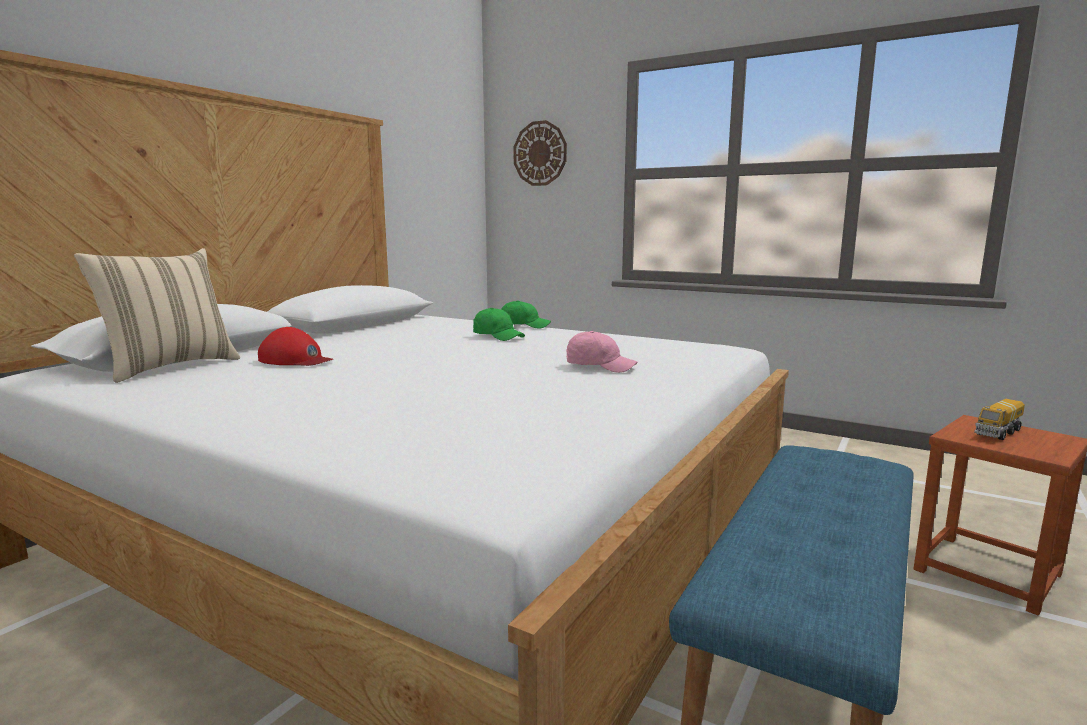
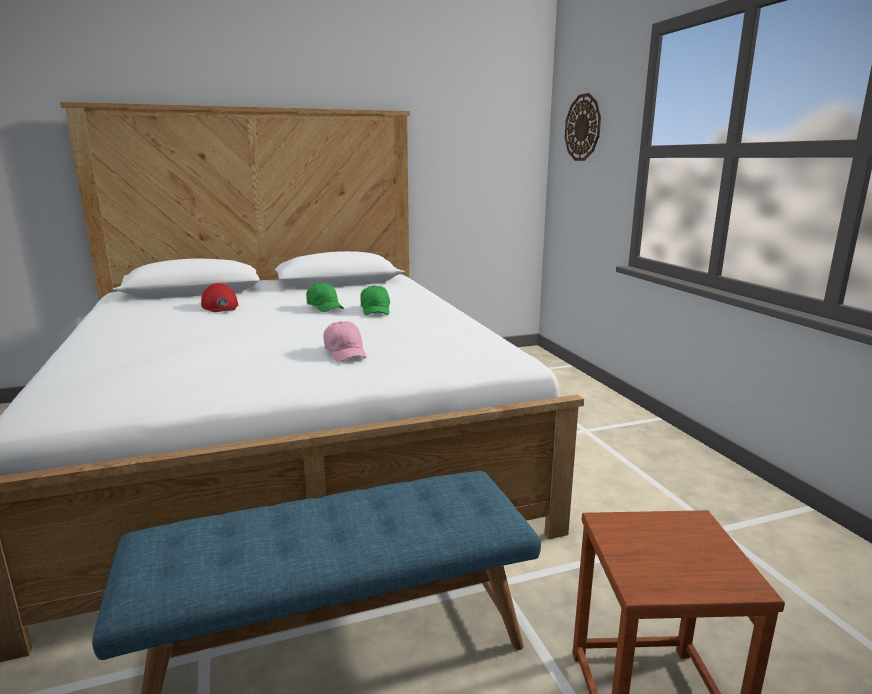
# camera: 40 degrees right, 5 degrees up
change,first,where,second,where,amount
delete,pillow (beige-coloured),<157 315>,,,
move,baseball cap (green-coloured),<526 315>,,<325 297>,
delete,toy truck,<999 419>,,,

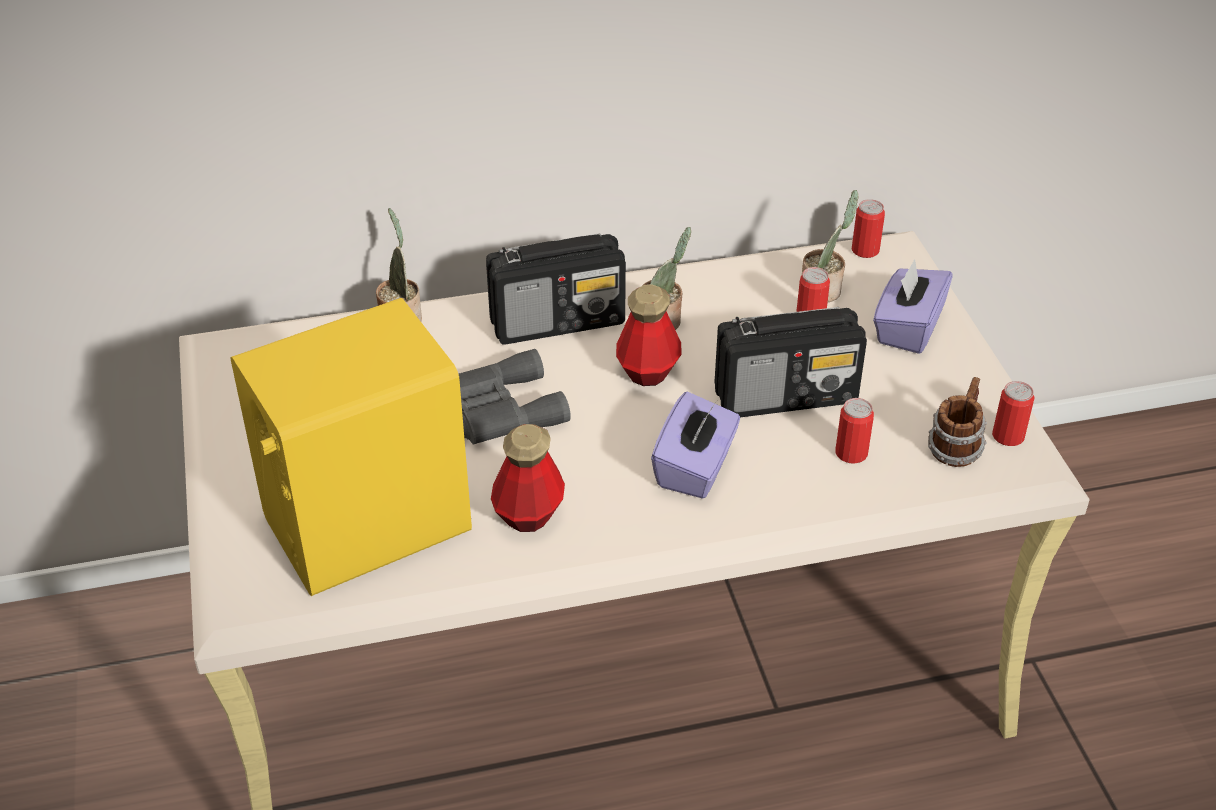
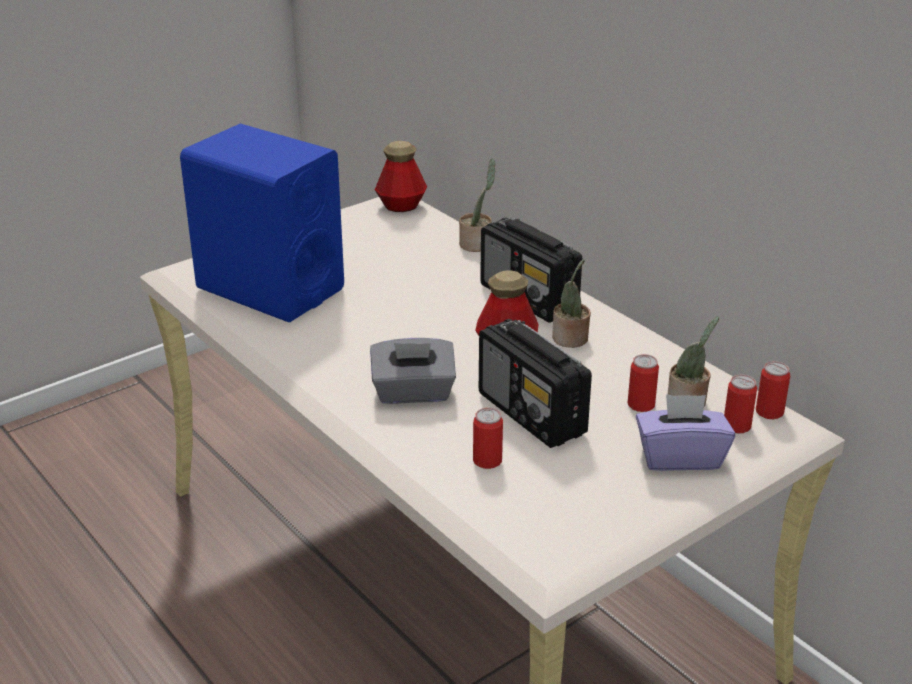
# camera: 65 degrees right, 10 degrees down
change,first,where,second,where,amount
recolor,loudspeaker (yellowish),<351 447>,loudspeaker (blue-coloured),<262 223>,
delete,binoculars (gray),<515 397>,,,
delete,mug,<957 422>,,,
move,sealed can,<1013 413>,,<740 404>,
recolor,box of tissues (purplish),<695 445>,box of tissues (gray),<413 371>,
move,drink bottle,<528 478>,,<401 176>,

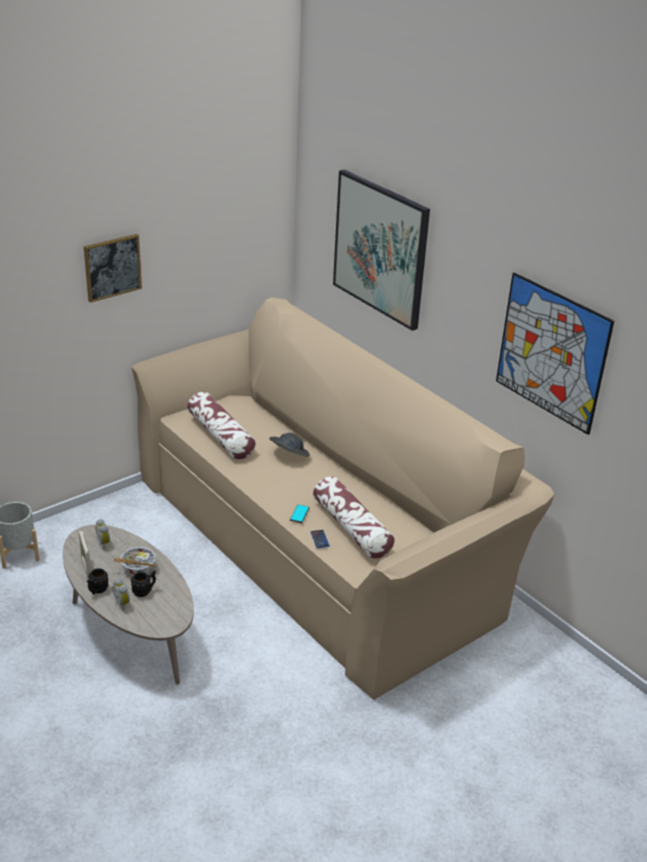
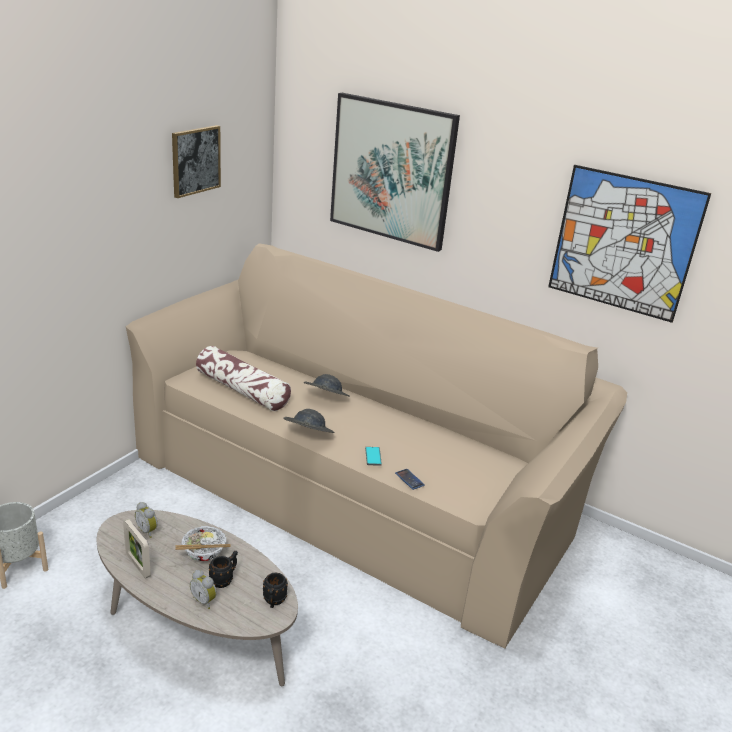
# camera: 20 degrees left, 5 degrees down
change,first,where,second,where,amount
move,wall art,<113 268>,,<196 161>,
delete,pillow,<354 517>,,,
move,mug (black-coloured),<98 581>,,<275 590>,
insert,,,wearable hat (gray),<308 421>,

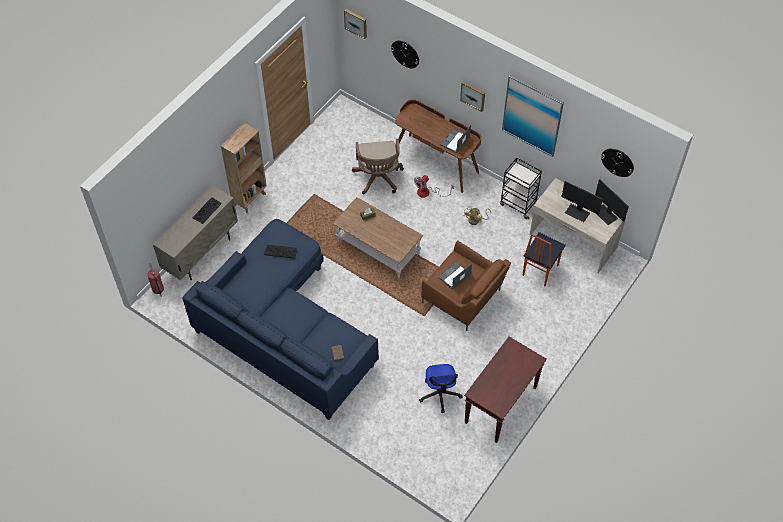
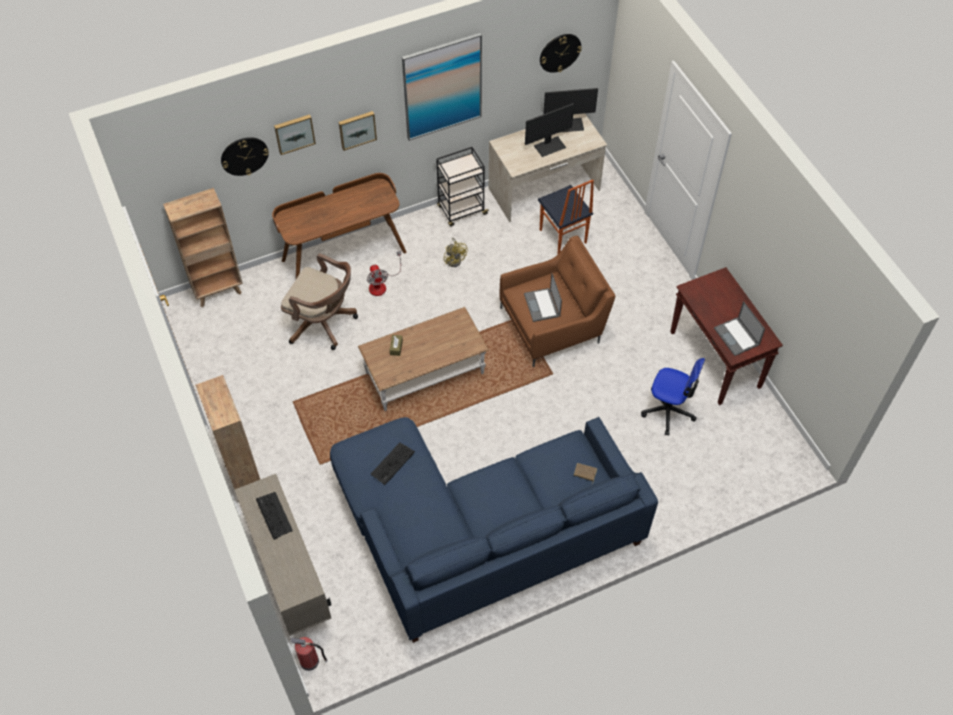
# camera: 60 degrees left, 0 degrees up
change,first,where,second,where,amount
move,wall art,<355 24>,,<295 134>,
move,laptop,<455 139>,,<739 328>,
insert,,,shelving unit (brownish),<203 247>,

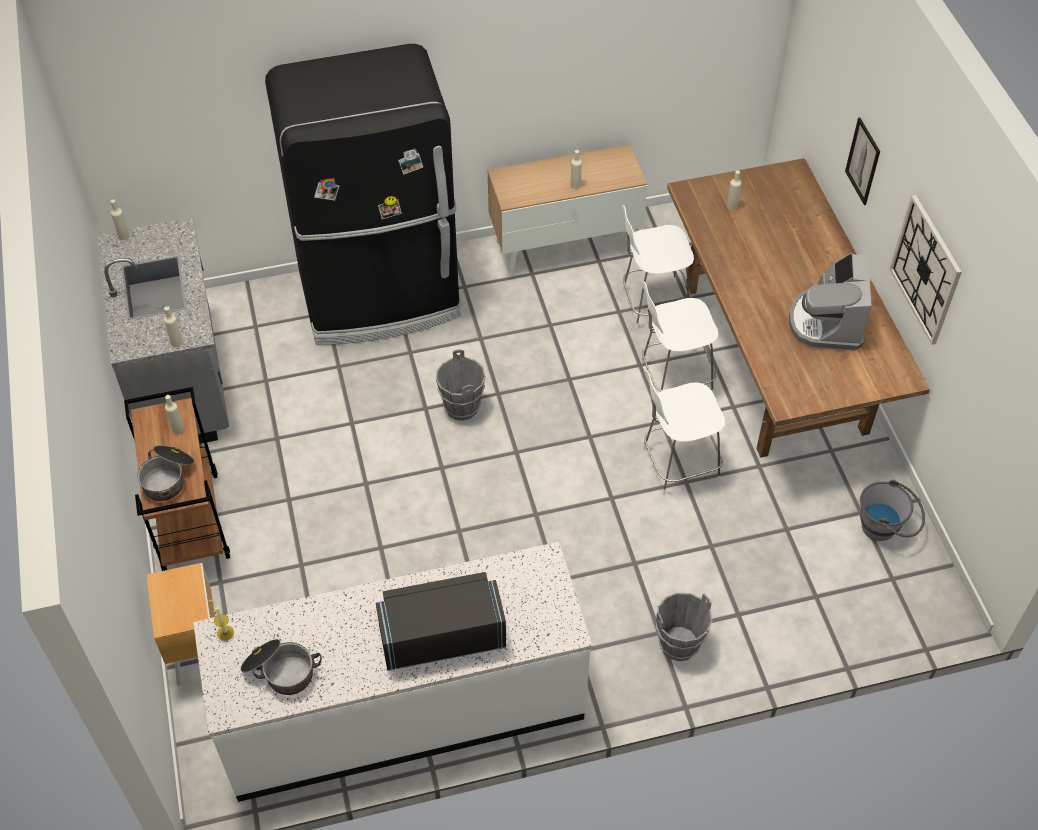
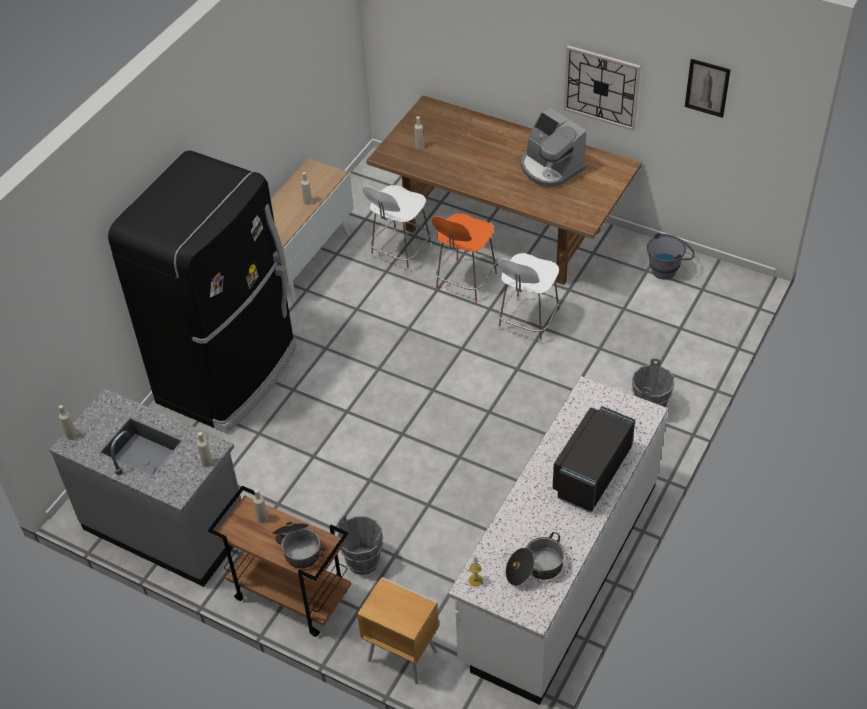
# camera: 45 degrees left, 5 degrees down
change,first,where,second,where,amount
move,wall art,<862 161>,,<708 88>,
recolor,upright chair (whitish),<679 338>,upright chair (orange-coloured),<464 258>,
move,pail (gray),<460 385>,,<360 545>,

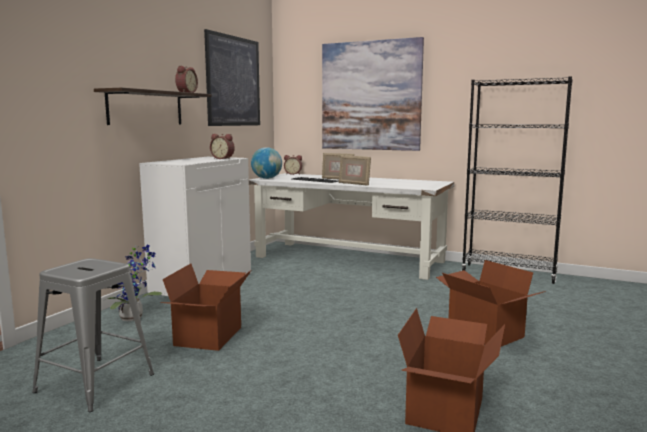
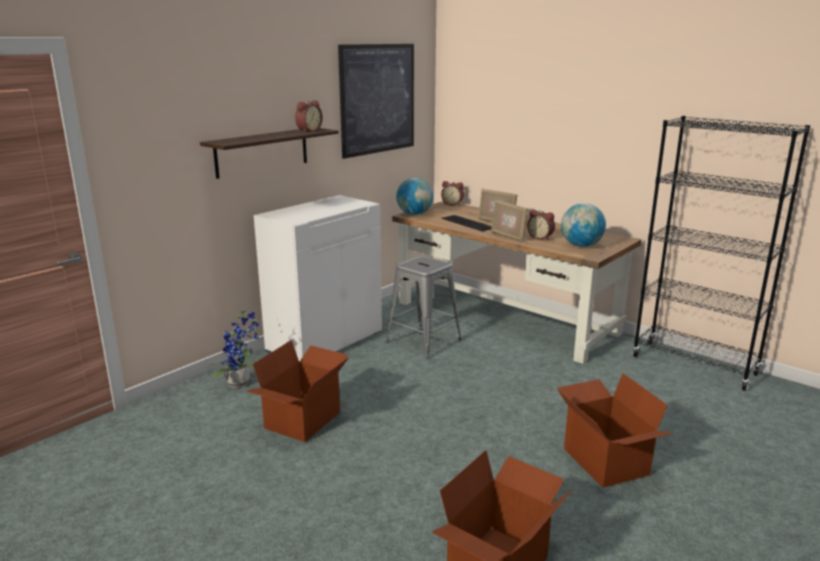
# camera: 15 degrees right, 10 degrees up
change,first,where,second,where,amount
delete,wall art,<373 94>,,,
move,alarm clock,<222 146>,,<541 224>,
recolor,desk table (whitish),<351 226>,desk table (brownish),<517 282>,
move,stool (gray),<93 335>,,<423 307>,
insert,,,globe,<583 225>,

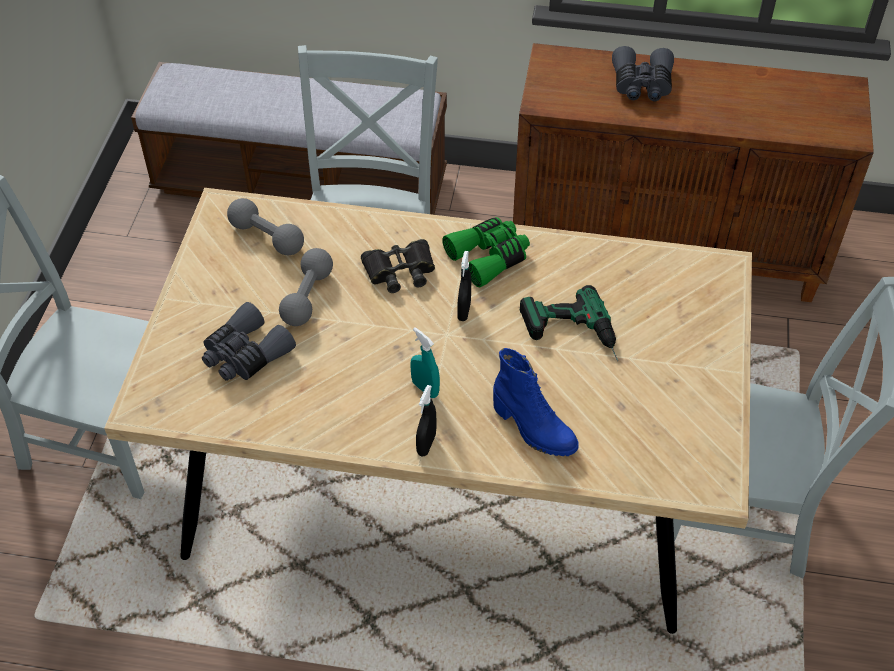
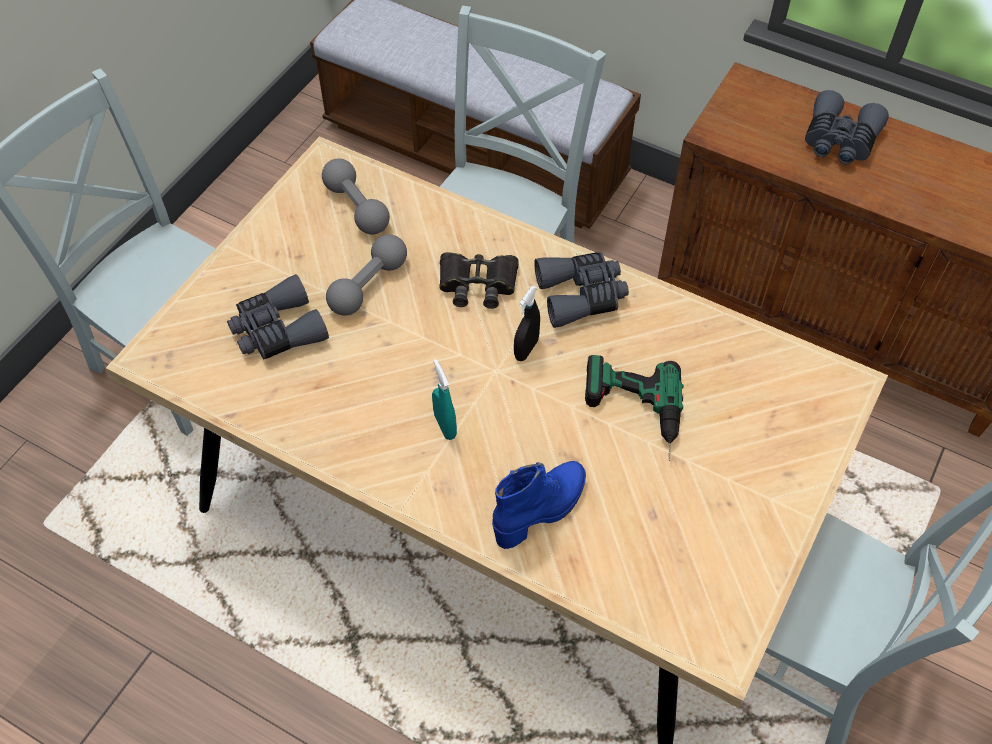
# camera: 20 degrees right, 5 degrees up
change,first,where,second,where,amount
recolor,binoculars (green-coloured),<486 252>,binoculars (gray),<581 290>,
rotate,high-top boot (blue-coloured),<536 402>,,<539 505>,105 degrees counterclockwise
delete,sprayer (black-coloured),<426 420>,,,

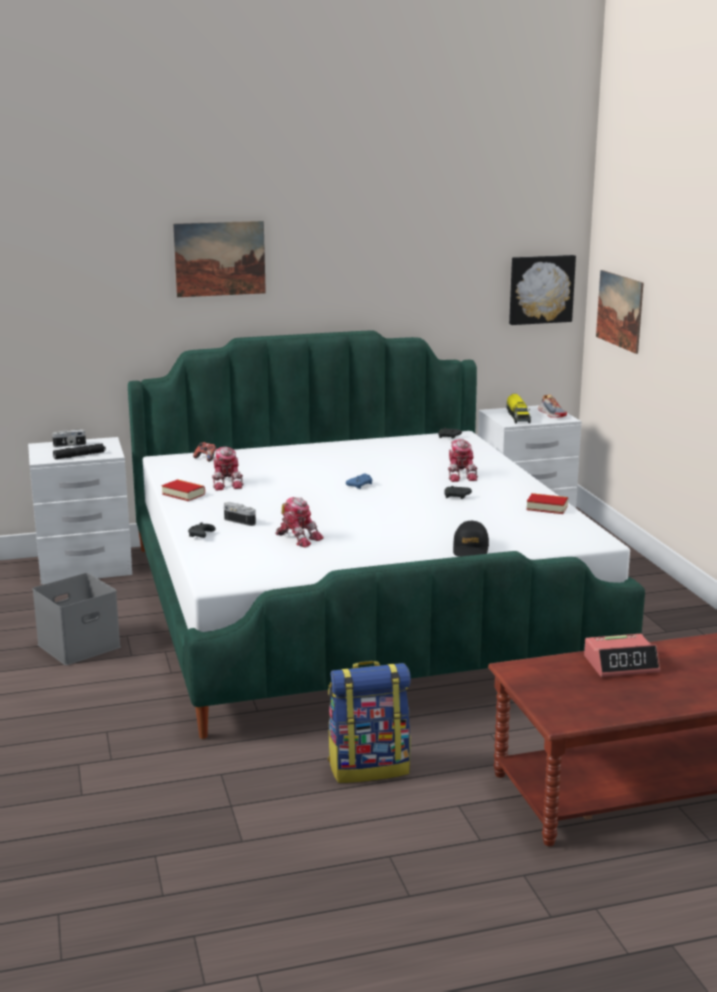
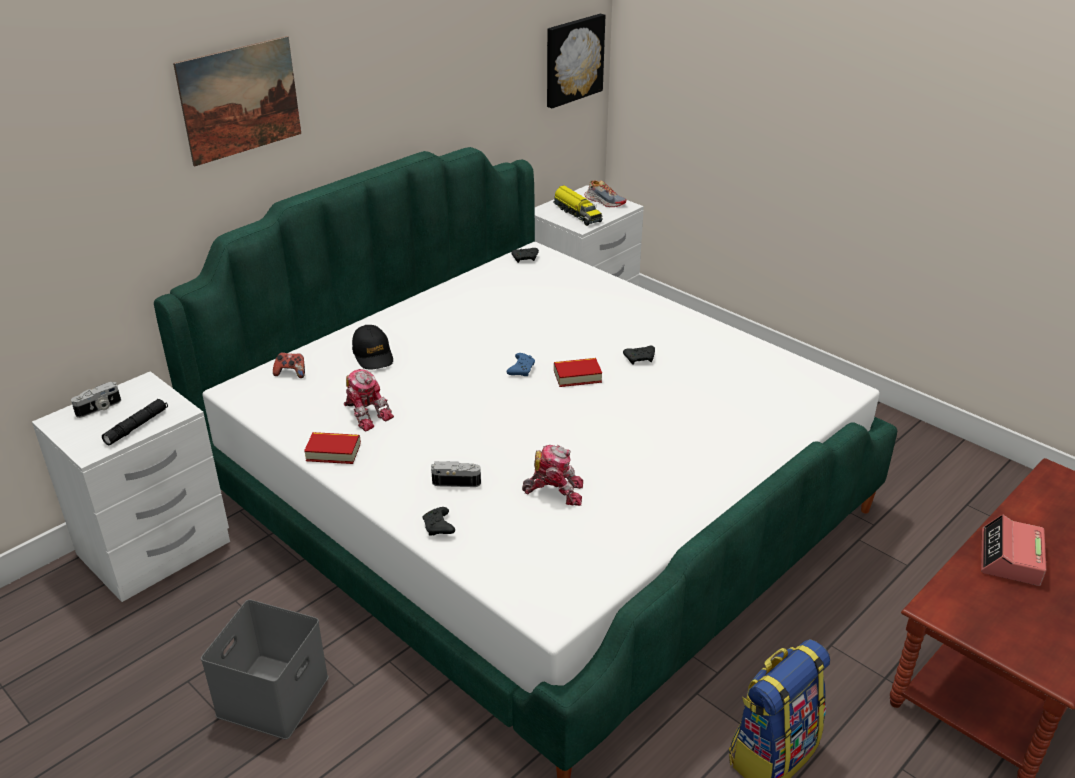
# camera: 30 degrees left, 15 degrees up
change,first,where,second,where,amount
delete,wall art,<620 312>,,,
delete,model robot,<463 460>,,,
move,bound book,<547 503>,,<578 372>,
move,baseball cap (black-coloured),<471 539>,,<372 347>,
rotate,alarm clock,<622 655>,,<1014 550>,150 degrees clockwise

